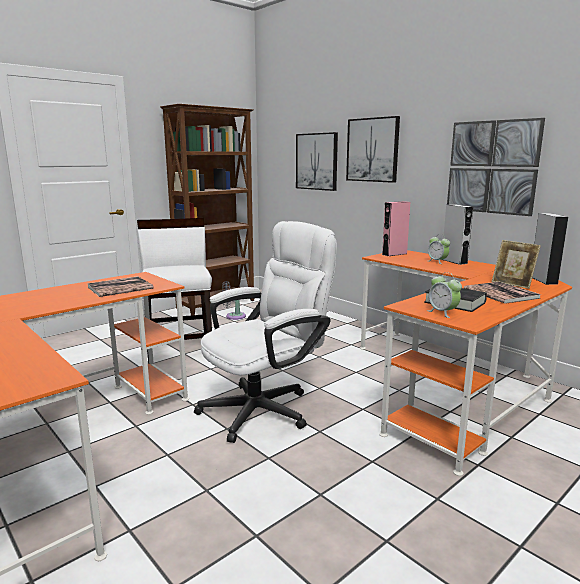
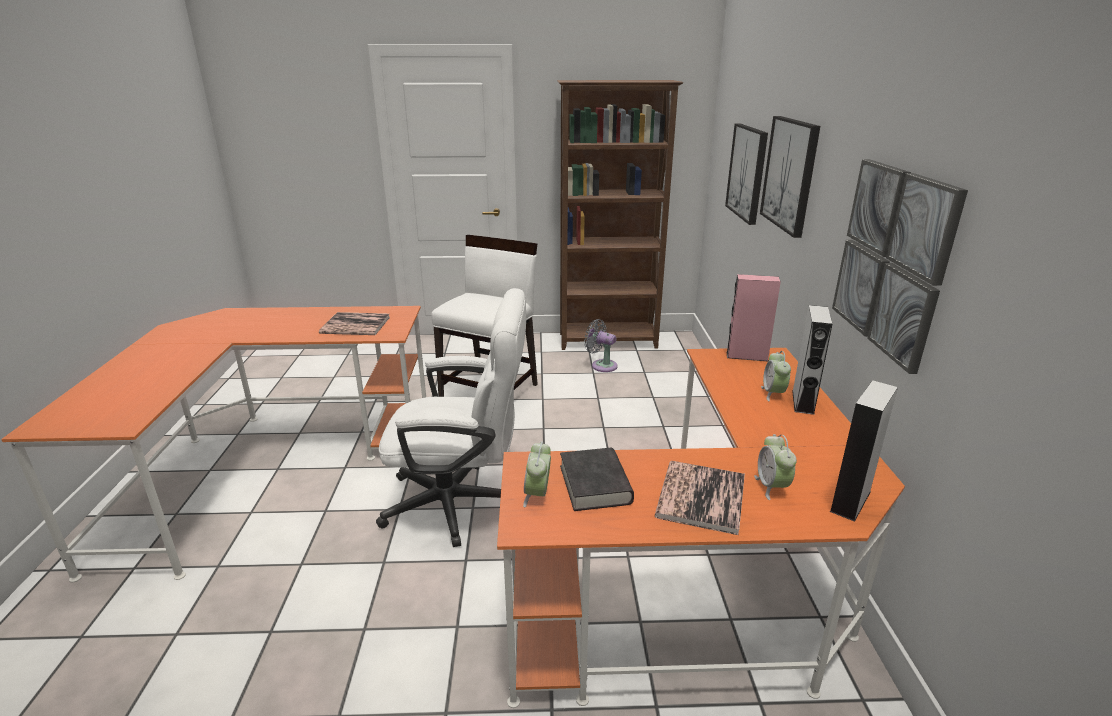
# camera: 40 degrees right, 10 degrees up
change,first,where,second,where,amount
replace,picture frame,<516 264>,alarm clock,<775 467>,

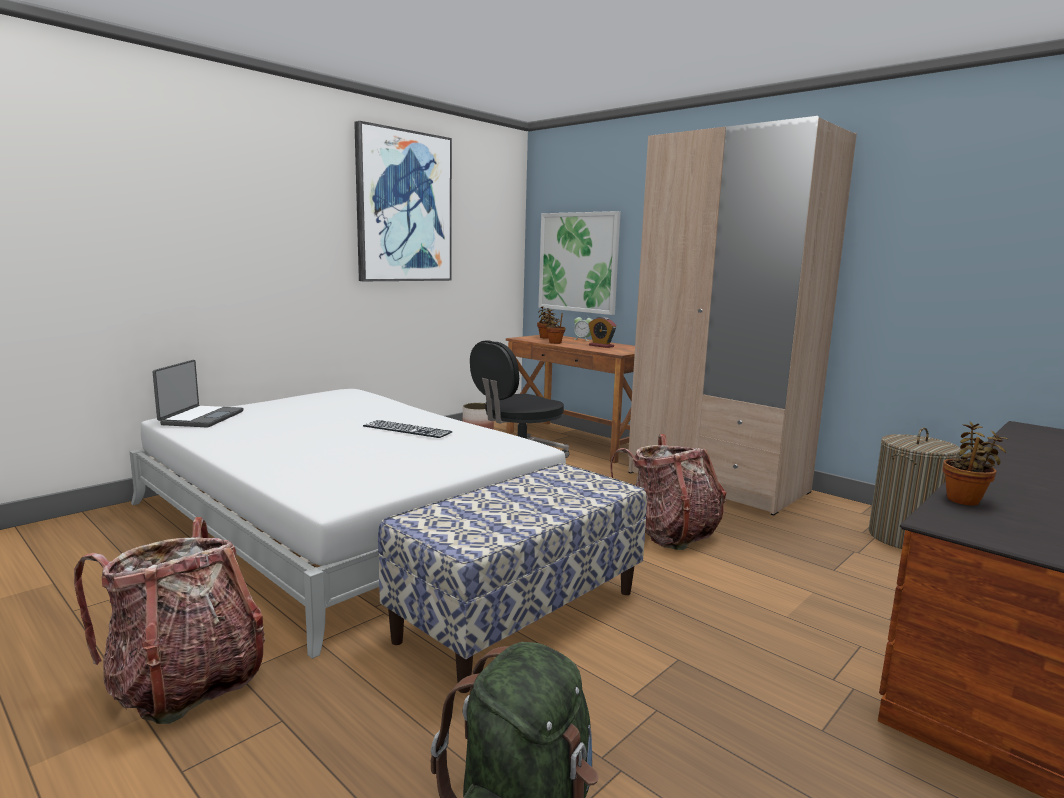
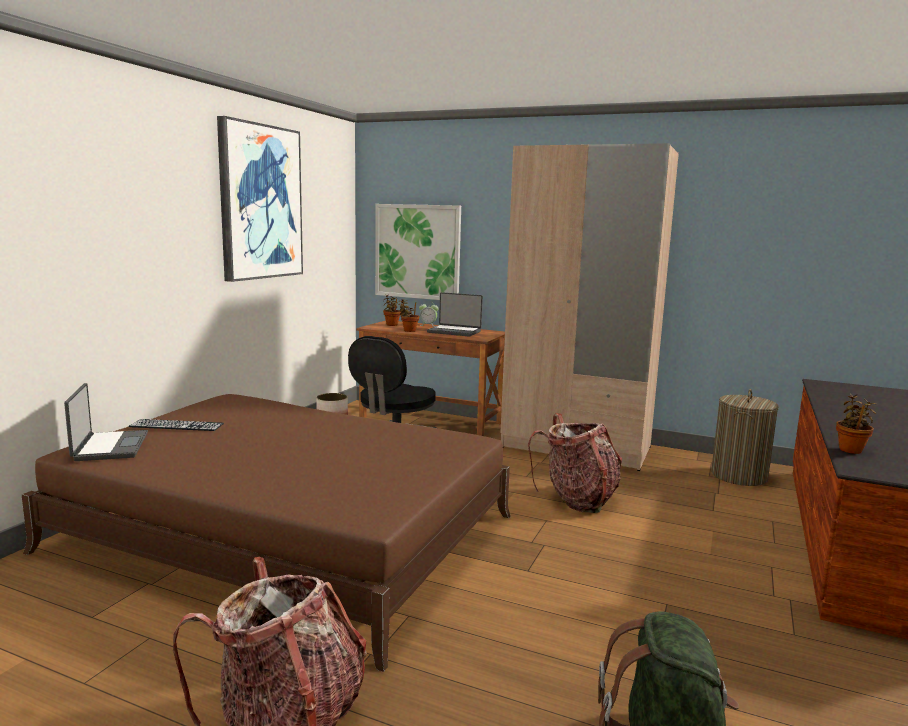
# camera: 20 degrees left, 0 degrees up
change,first,where,second,where,amount
replace,alarm clock,<603 332>,laptop,<455 314>,
recolor,bed (whitish),<348 524>,bed (brownish),<266 533>,
move,computer keyboard,<408 429>,,<176 425>,
delete,indoor bench,<512 578>,,,

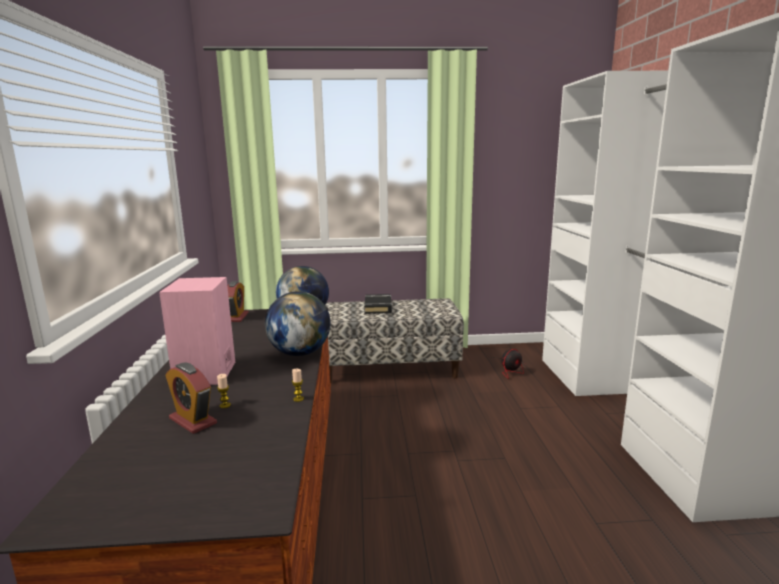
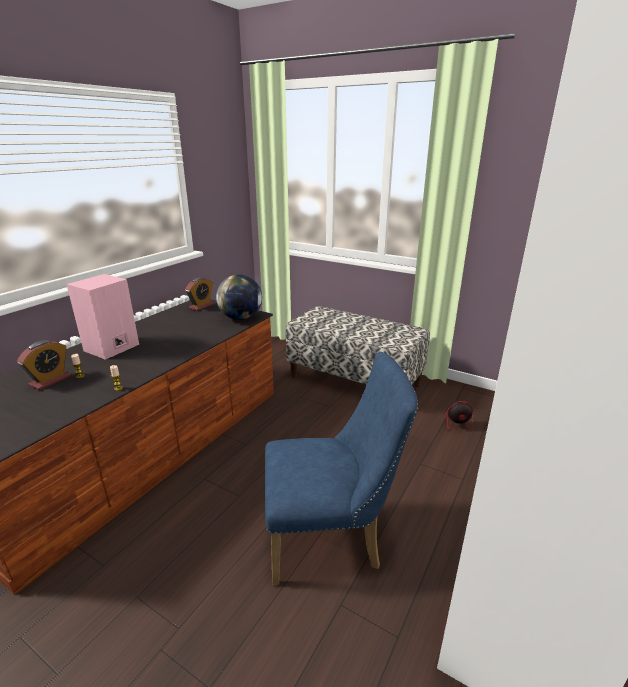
# camera: 35 degrees right, 10 degrees up
change,first,where,second,where,amount
delete,globe,<298 323>,,,
delete,bound book (black-coloured),<378 304>,,,
rotate,alarm clock,<191 398>,,<44 365>,135 degrees counterclockwise
insert,,,upright chair (blue-coloured),<341 468>,

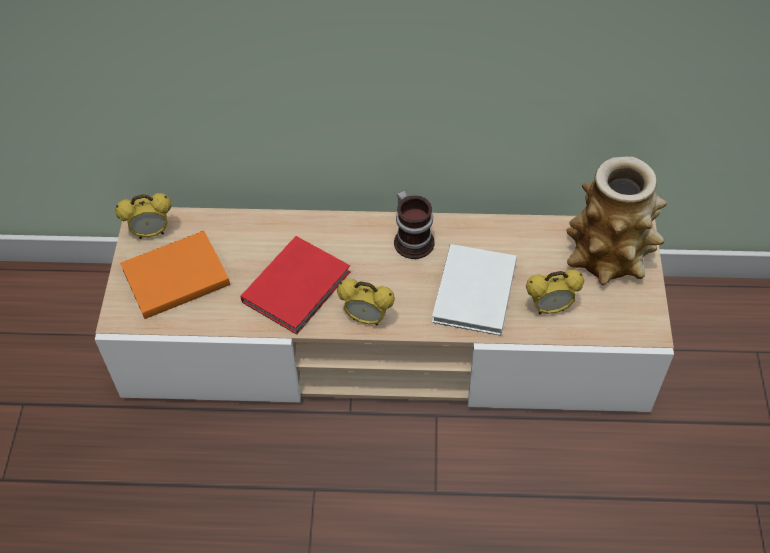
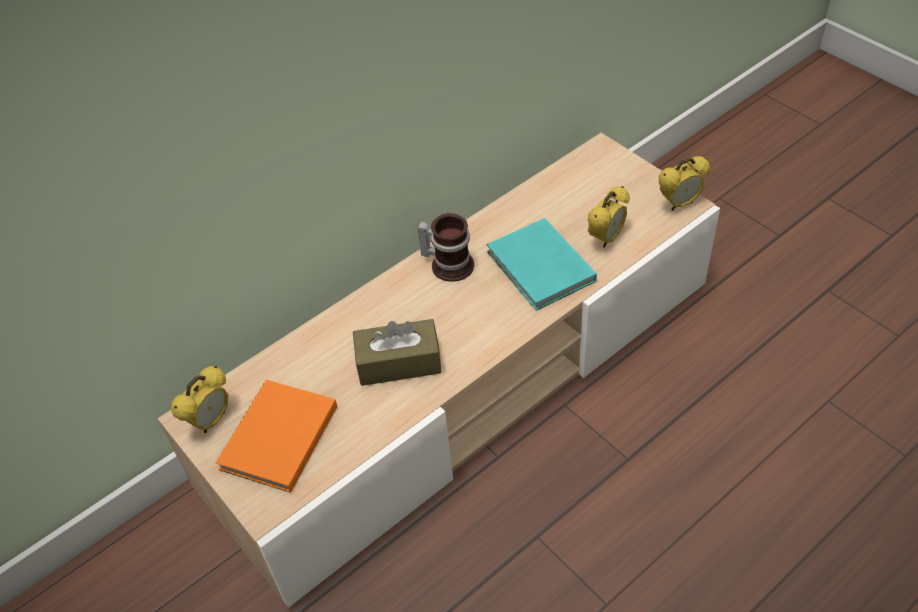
# camera: 40 degrees left, 5 degrees down
change,first,where,second,where,amount
delete,decorative vase,<616 221>,,,
replace,bound book (reddish),<295 285>,box of tissues (brownish),<397 352>,
recolor,bound book (whitish),<474 290>,bound book (blue-green),<542 264>,
move,alarm clock,<366 302>,,<684 183>,

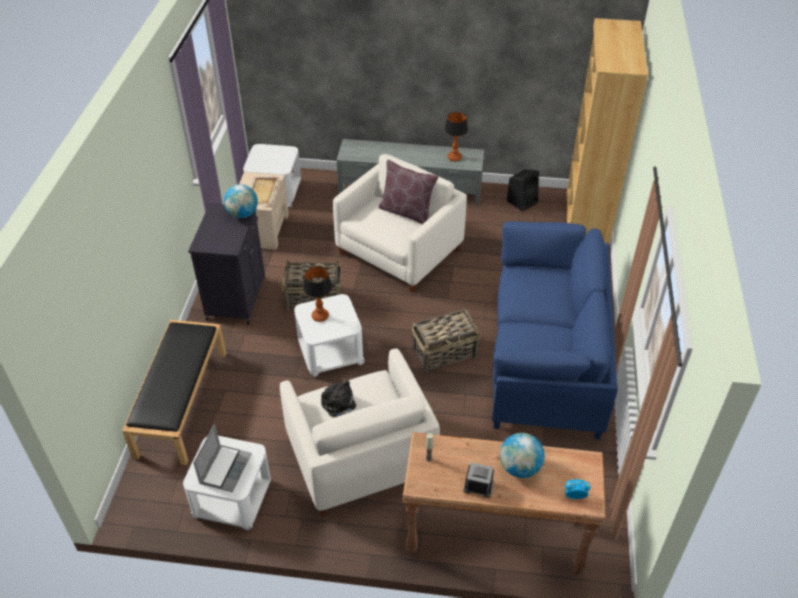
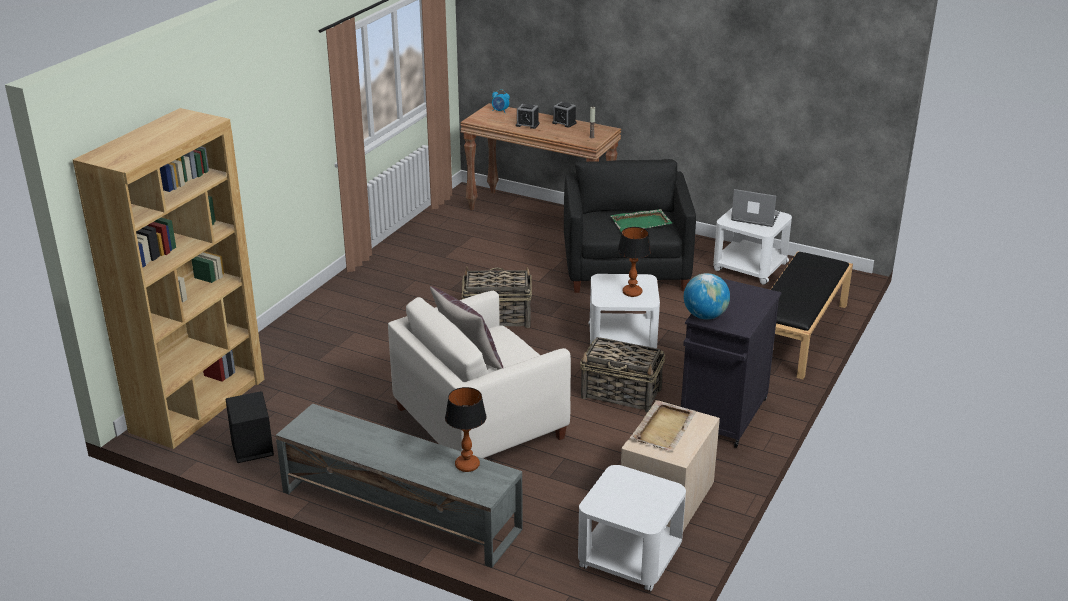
# camera: 160 degrees left, 15 degrees down
change,first,where,second,where,amount
move,table lamp,<456 136>,,<466 429>,
delete,couch (blue-coloured),<555 330>,,,
recolor,lounge chair (whitish),<360 432>,lounge chair (black-coloured),<630 226>,
replace,soft toy,<338 398>,serving tray (green-coloured),<641 220>,
rotate,laptop,<222 458>,,<755 208>,75 degrees clockwise
replace,globe,<522 455>,alarm clock,<527 116>,

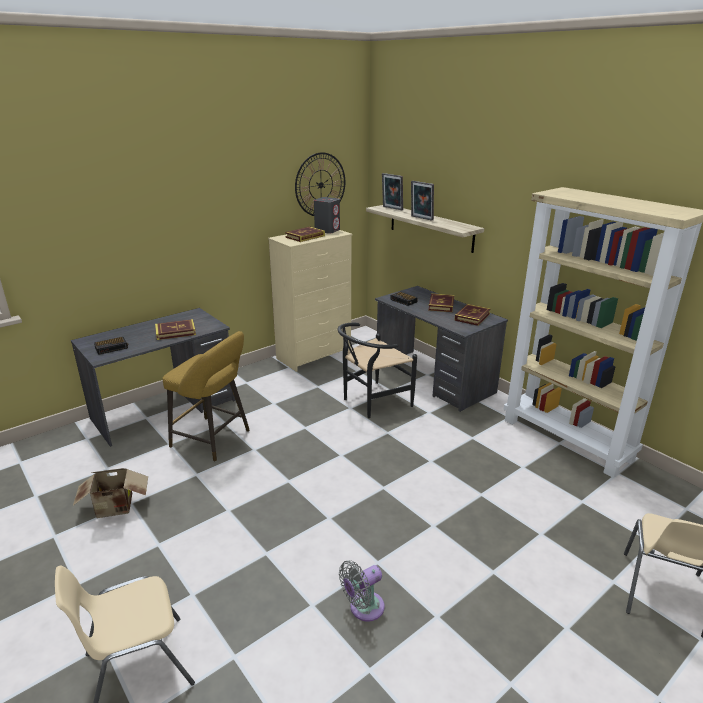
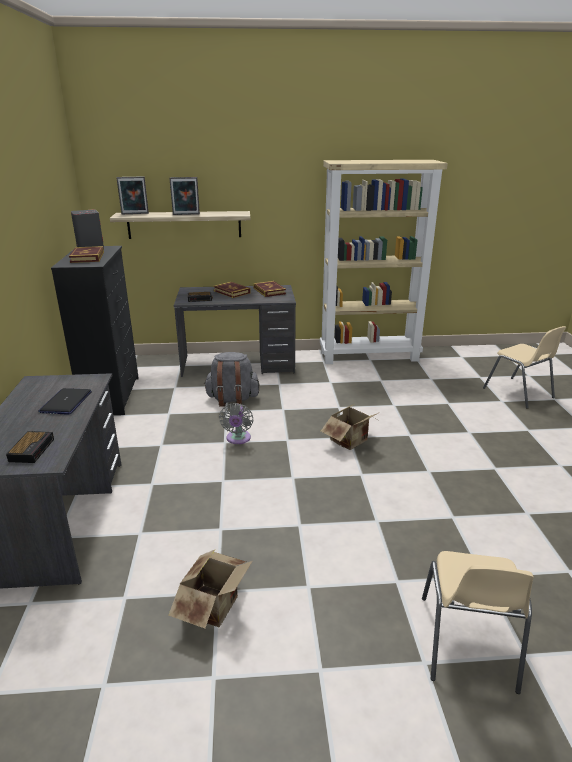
# camera: 55 degrees left, 0 degrees up
change,first,where,second,where,amount
delete,hanging clock,<320 184>,,,
recolor,chest of drawers (beige-coloured),<310 301>,chest of drawers (black-coloured),<95 330>,
replace,bound book,<175 329>,laptop,<65 401>,
replace,upright chair (black-coloured),<377 370>,rucksack (gray),<232 379>,
delete,stool (yellowish),<206 396>,,,
move,electric fan (gray),<362 590>,,<236 423>,
insert,,,cardboard box,<350 427>,

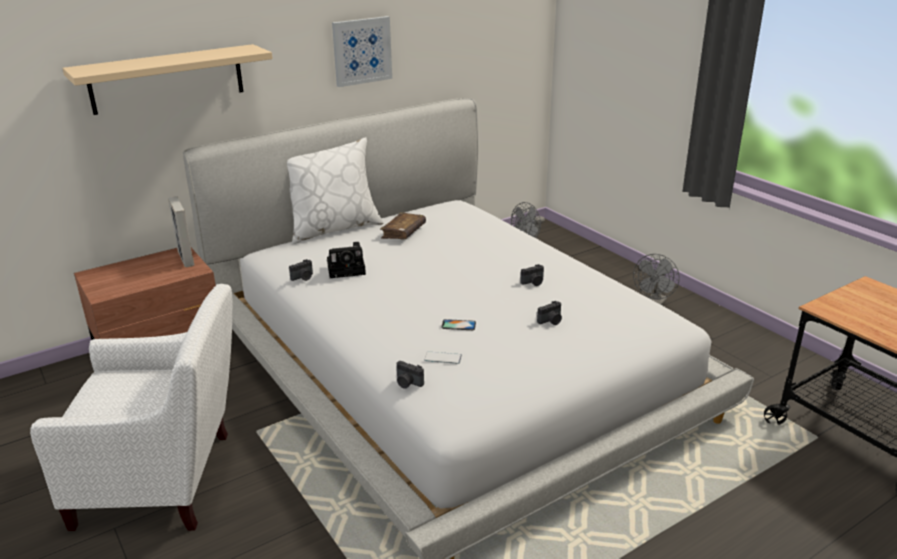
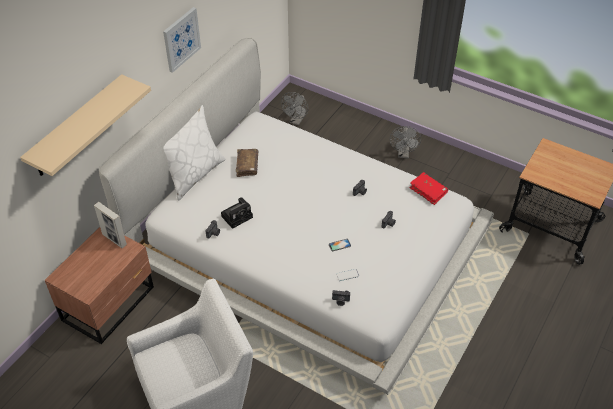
# camera: 25 degrees left, 20 degrees up
change,first,where,second,where,amount
insert,,,bound book (reddish),<428 188>,

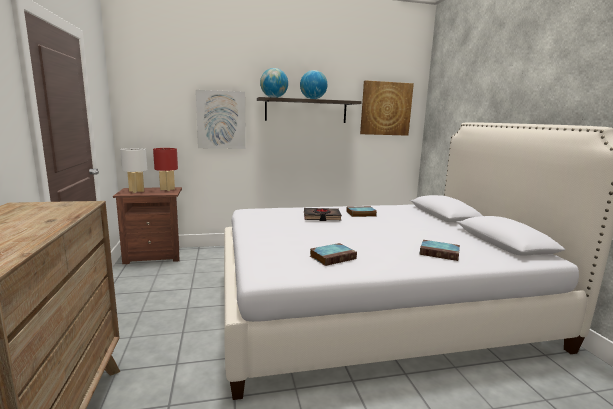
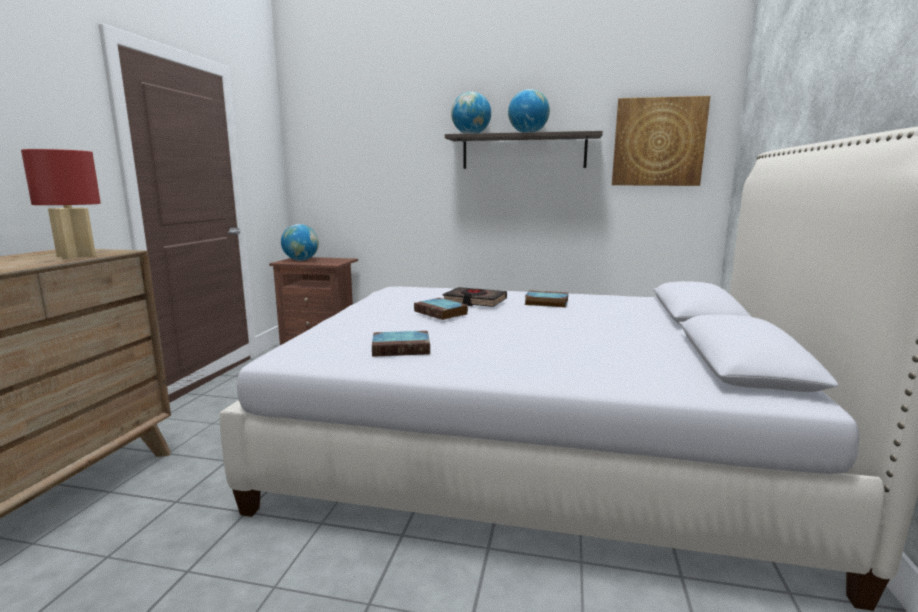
# camera: 25 degrees right, 0 degrees up
change,first,where,second,where,amount
delete,wall art,<221 119>,,,
replace,table lamp (whitish),<133 170>,globe,<300 242>,
move,table lamp (reddish),<165 169>,,<61 204>,
move,bound book,<439 250>,,<441 309>,

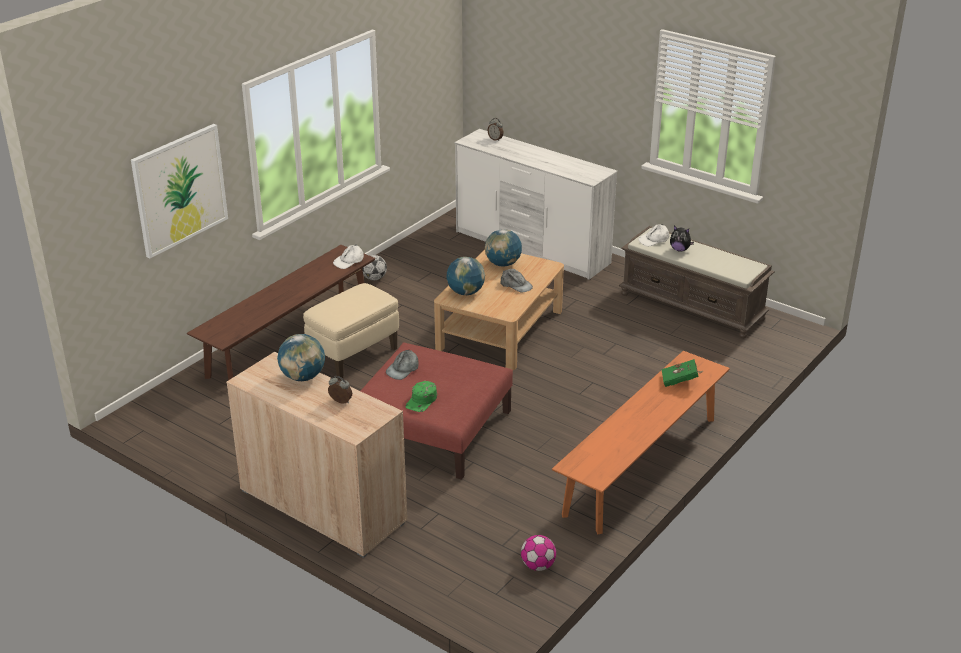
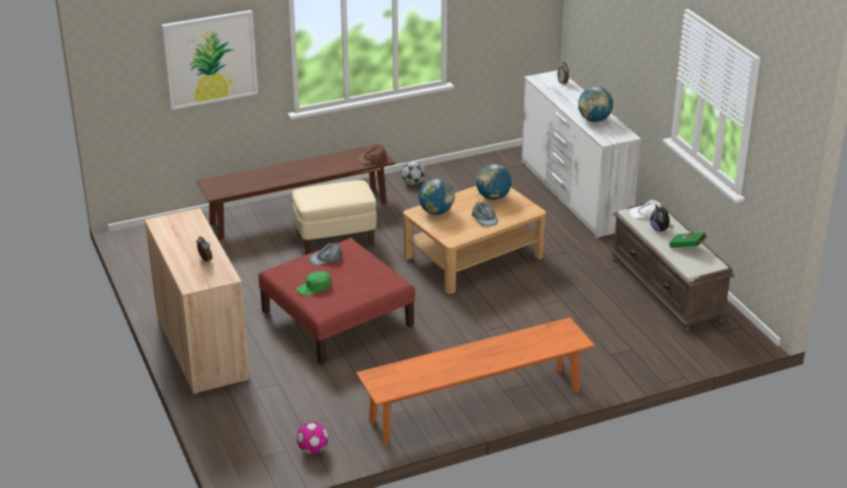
# camera: 30 degrees right, 0 degrees up
change,first,where,second,where,amount
recolor,baseball cap (whitish),<348 256>,baseball cap (brownish),<371 155>,
move,globe,<301 357>,,<595 104>,
move,bound book (green-coloured),<682 373>,,<688 240>,

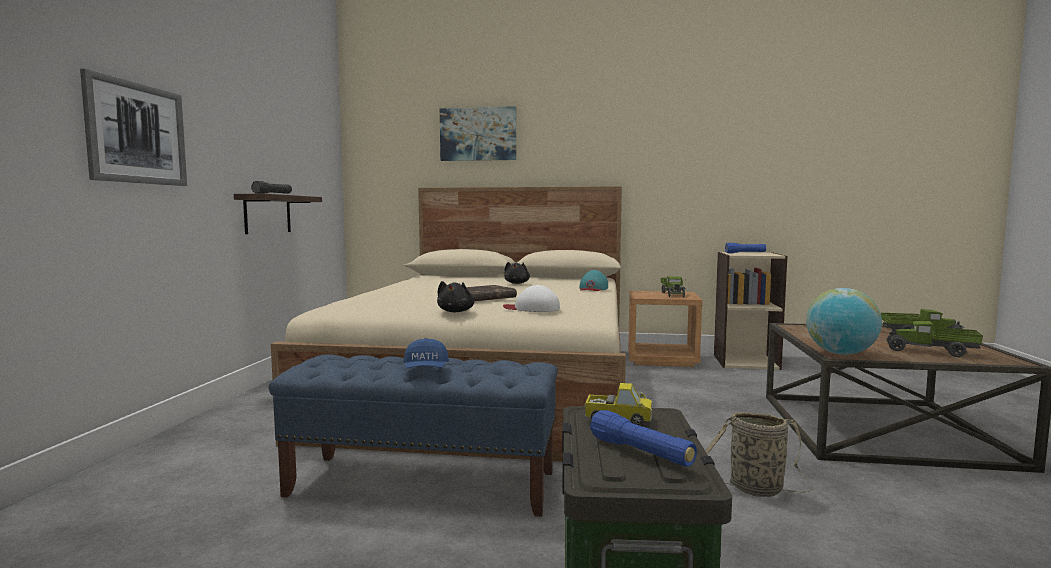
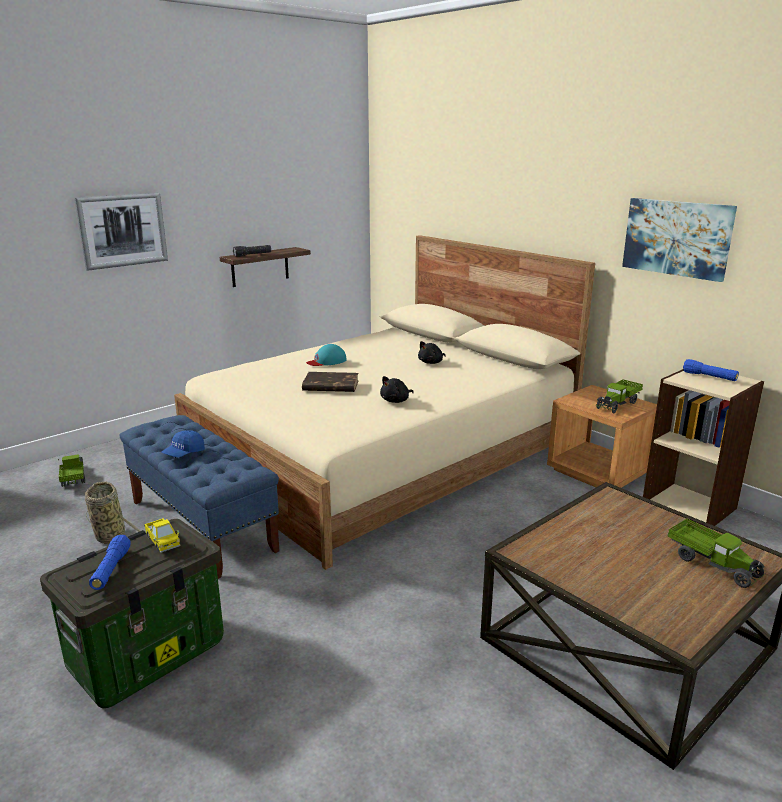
# camera: 40 degrees right, 15 degrees up
change,first,where,second,where,amount
move,wall art,<478 133>,,<679 240>,
move,baseball cap (blue-green),<593 280>,,<326 355>,
move,soft toy (black-coloured),<456 296>,,<397 389>,
delete,baseball cap (whitish),<531 298>,,,
delete,globe,<844 321>,,,
move,toy truck,<934 339>,,<71 471>,
move,basket,<758 454>,,<112 512>,

